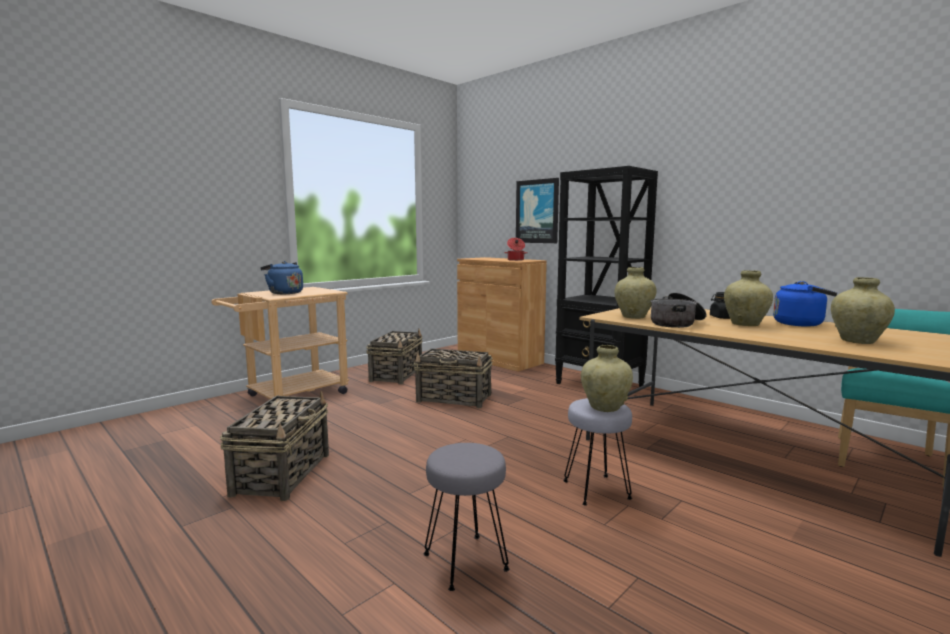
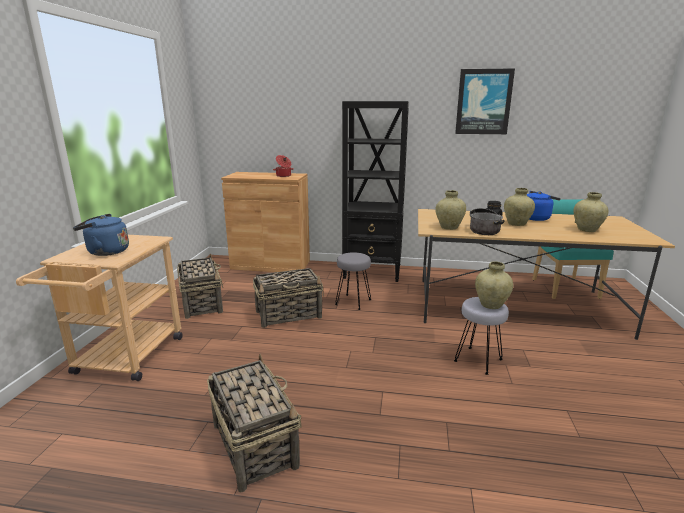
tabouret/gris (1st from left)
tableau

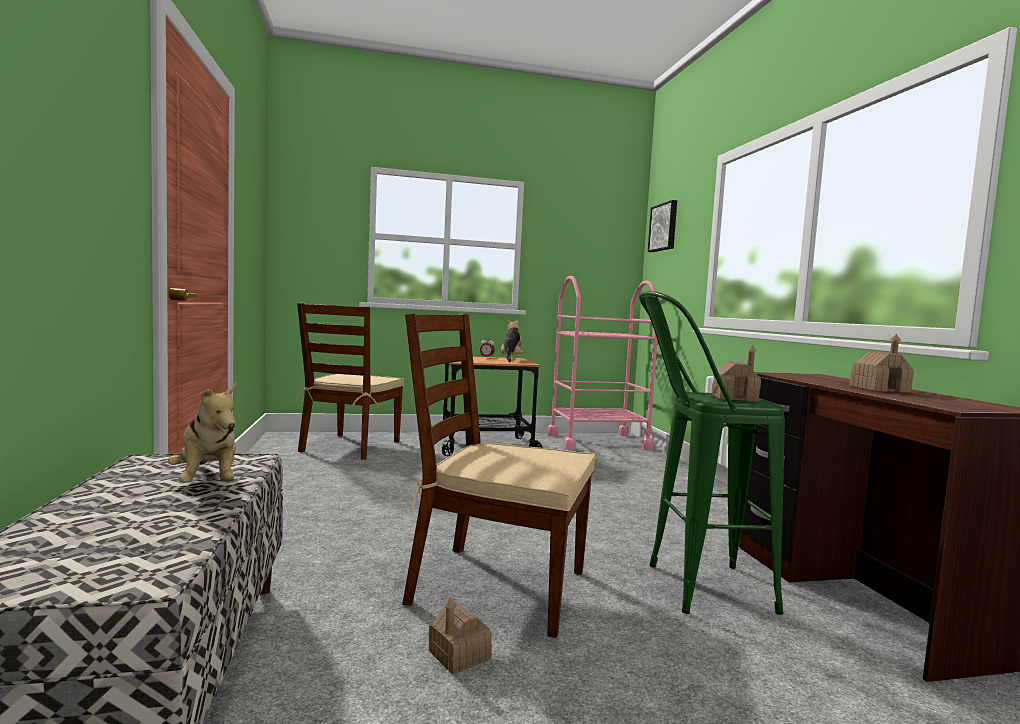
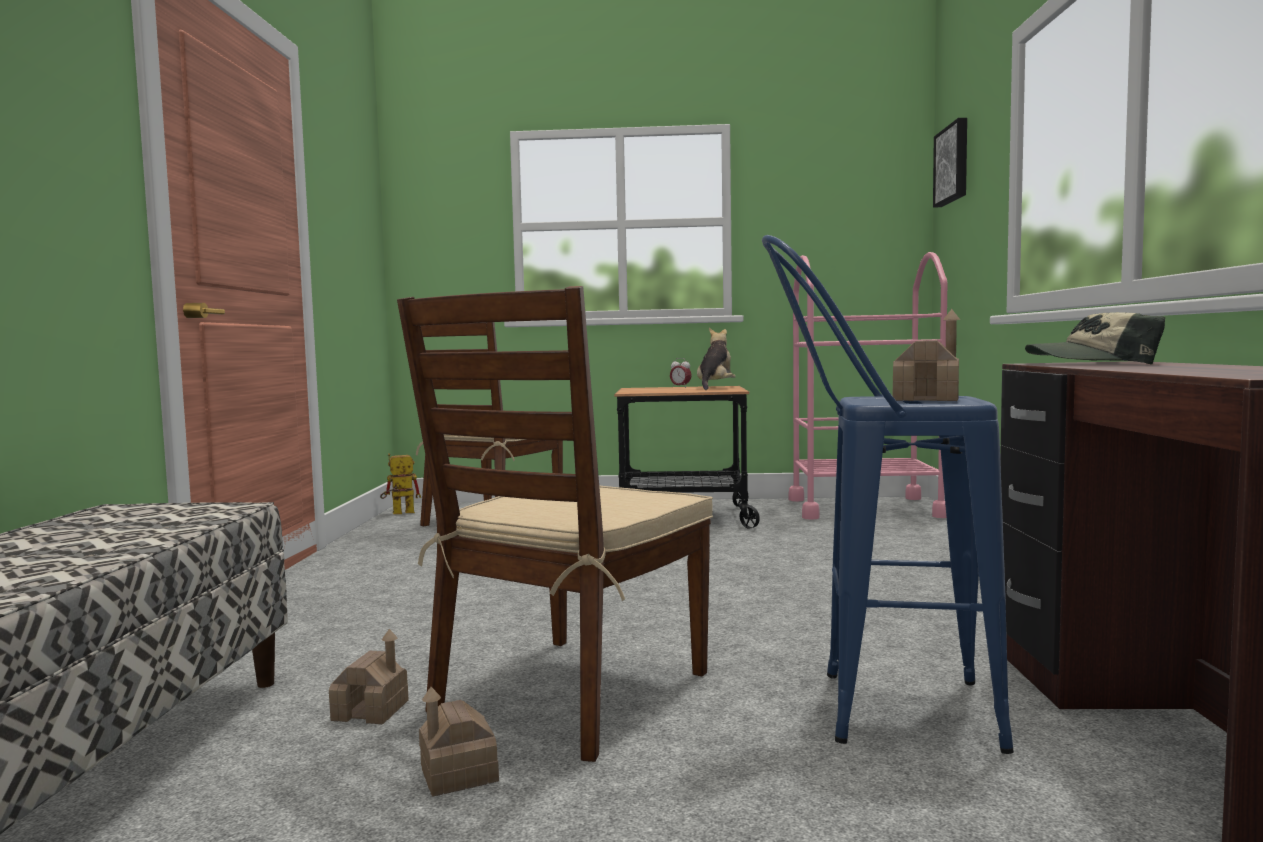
peluche (1st from left in the first image)
robot jouet
casquette
maison miniature (1st from left)
tabouret/bleu
chaise/marron (2nd from left)

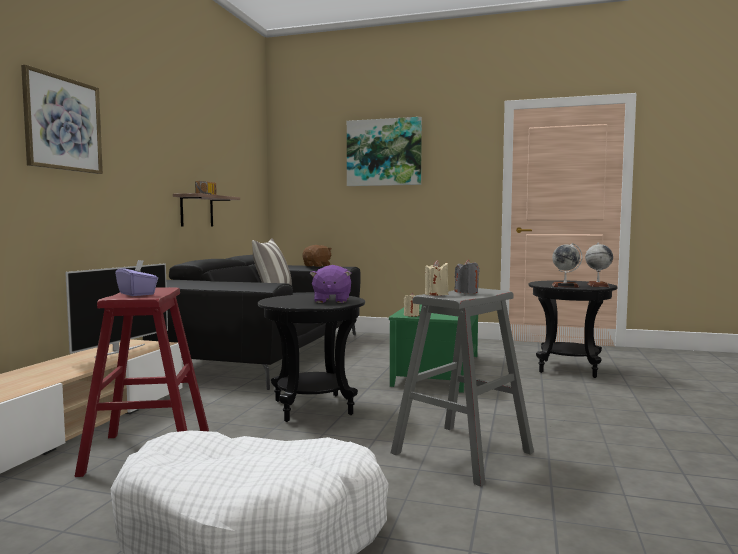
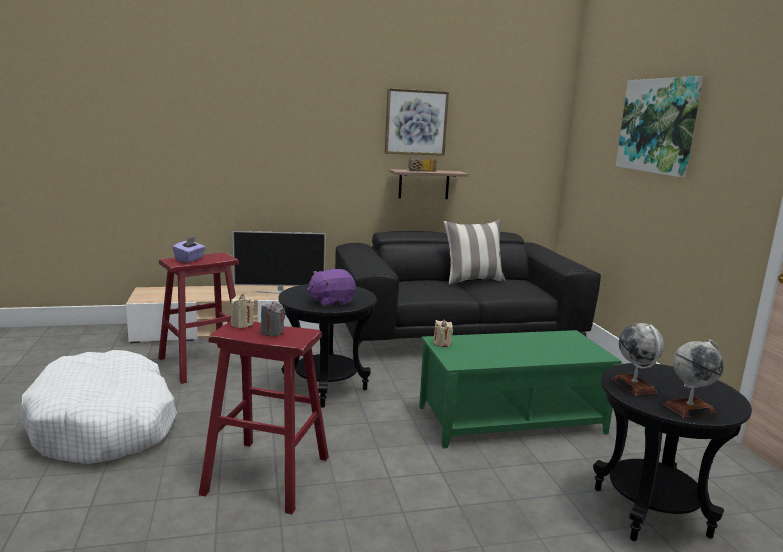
peluche/marron
tableau (1st from left)
tabouret/rouge (2nd from left)

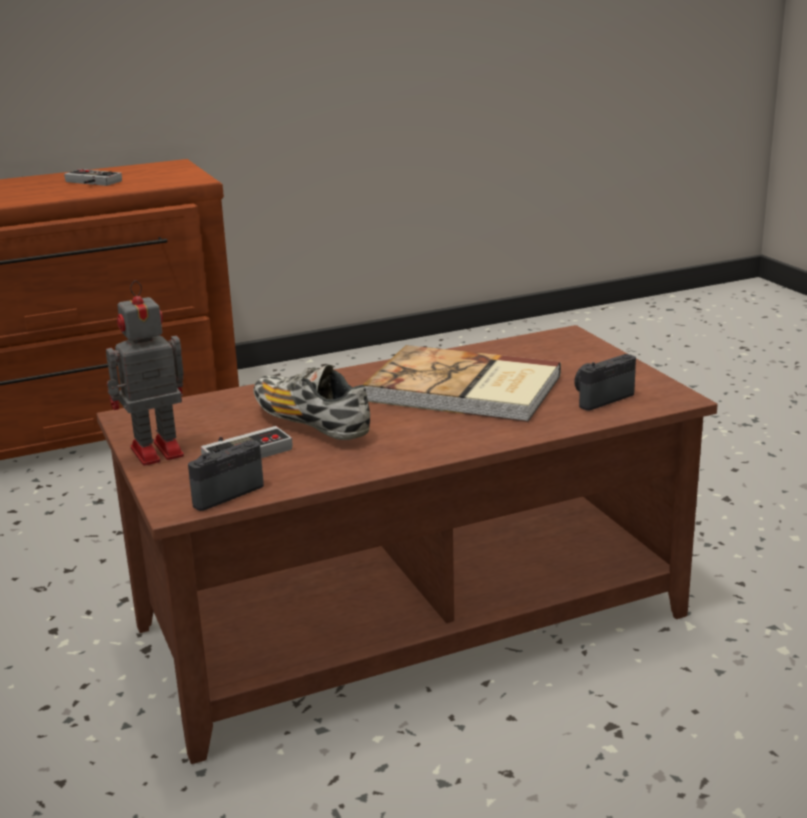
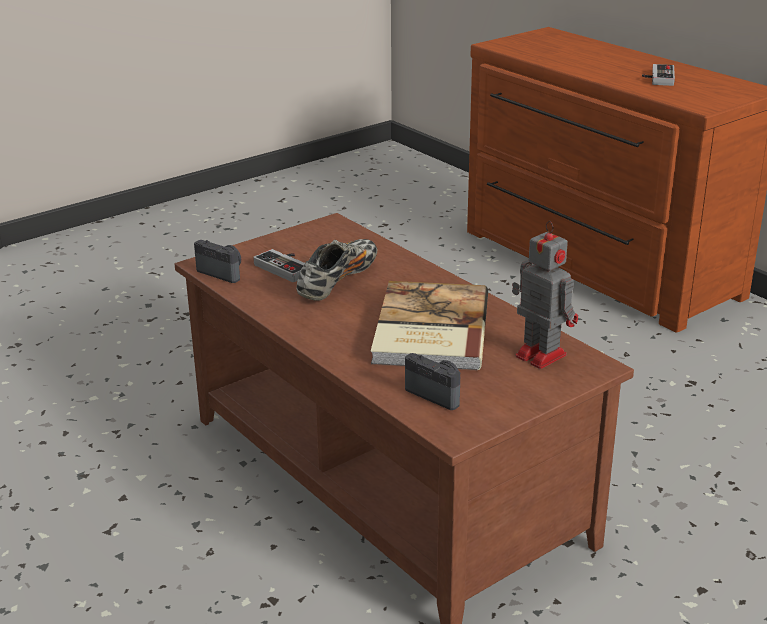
robot jouet

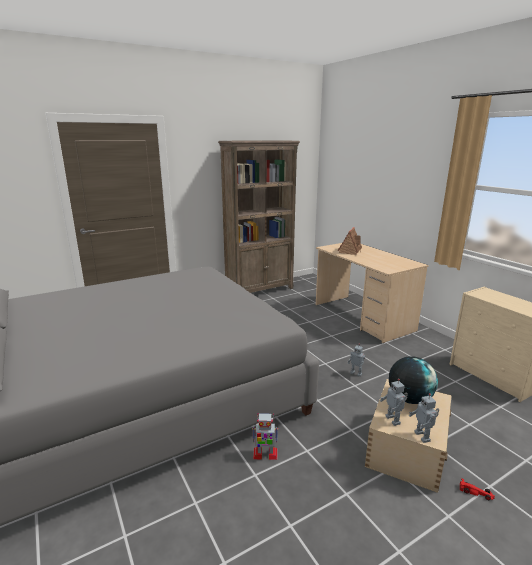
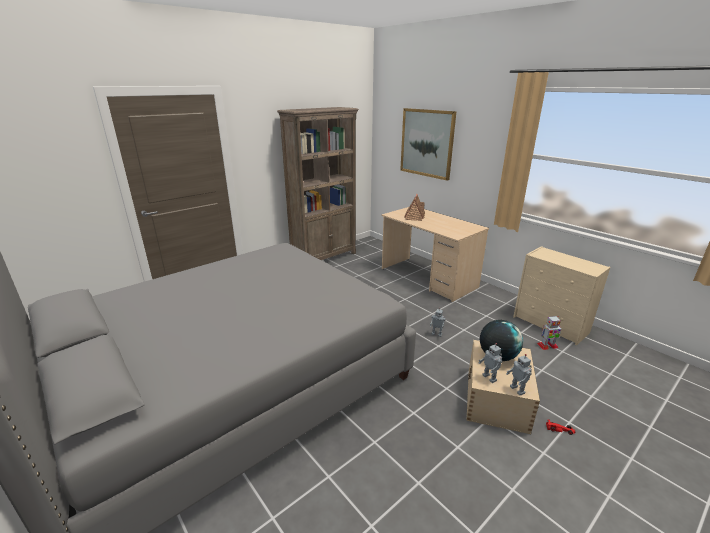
tableau
robot jouet (4th from left)

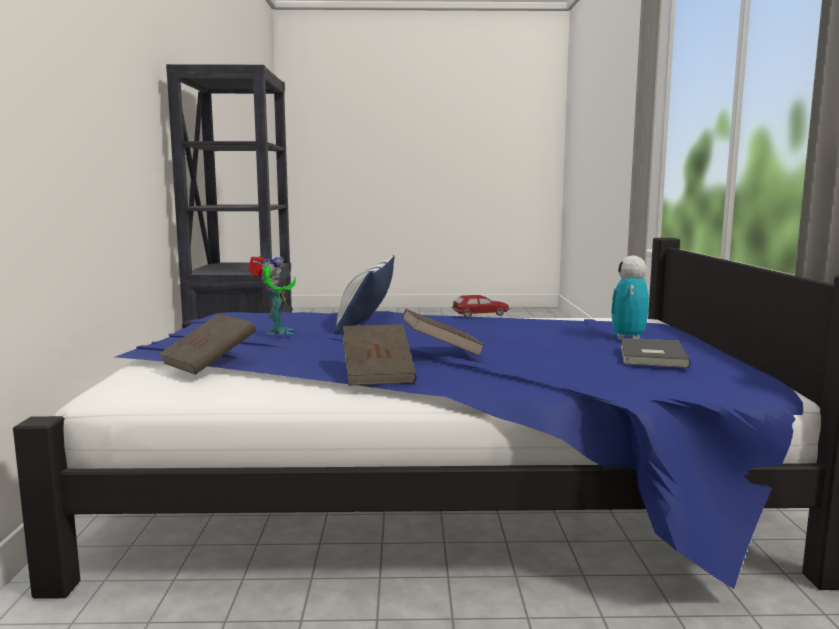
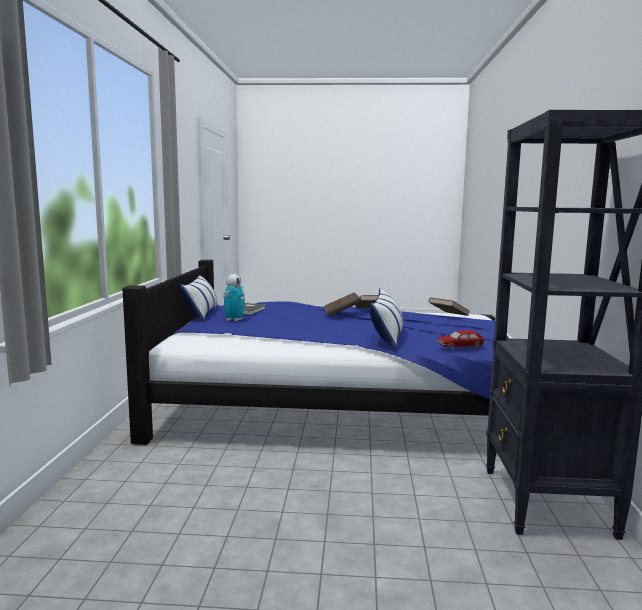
robot jouet (1st from left in the first image)
coussin (1st from left)
petite voiture

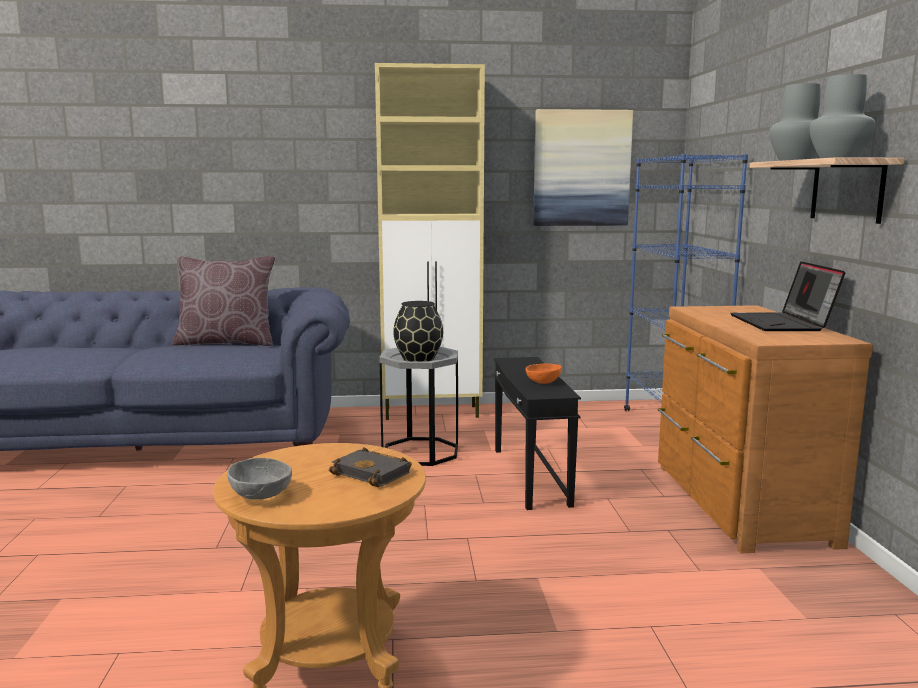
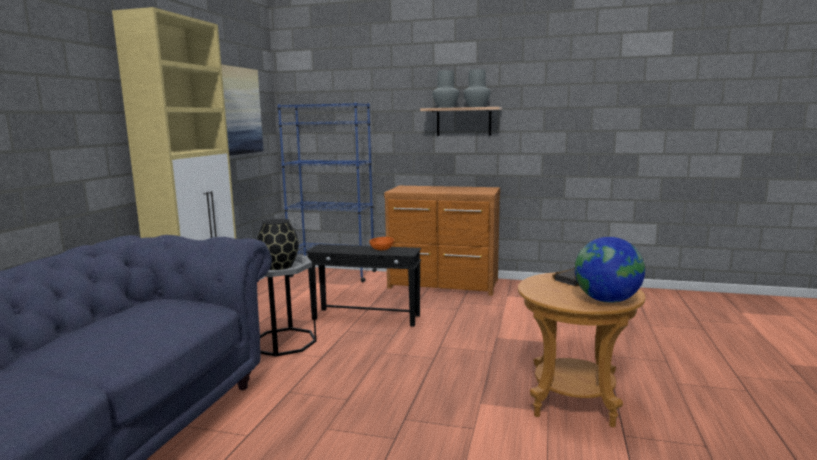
coussin/marron
ordinateur portable
globe

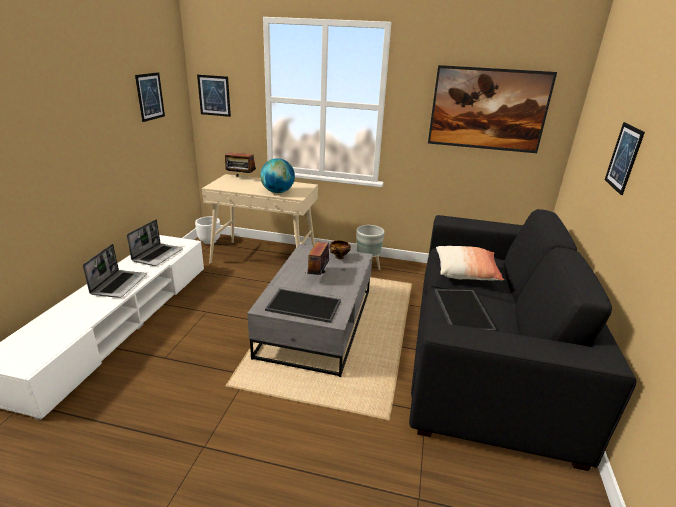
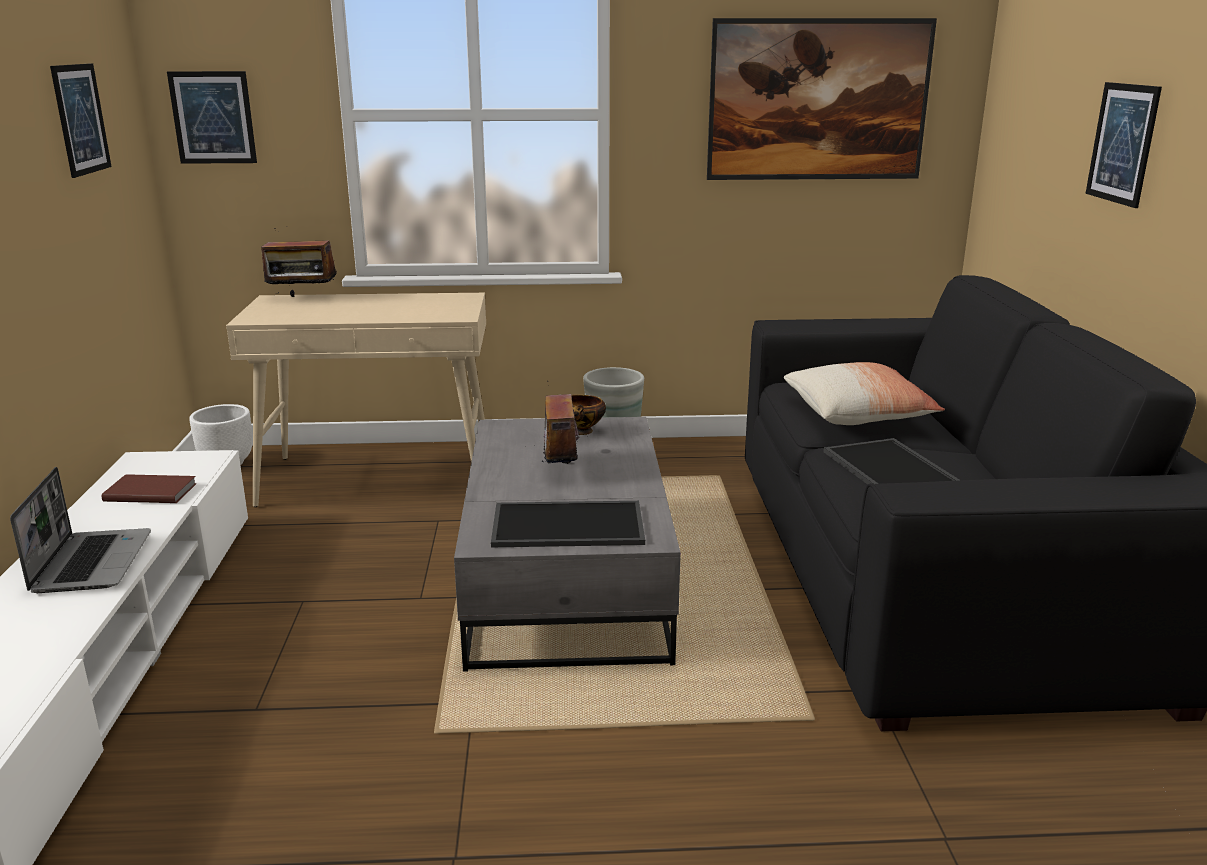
globe
livre/marron

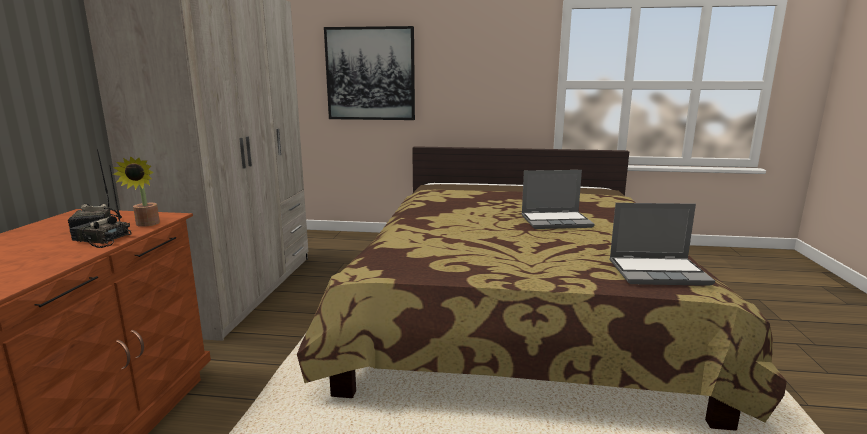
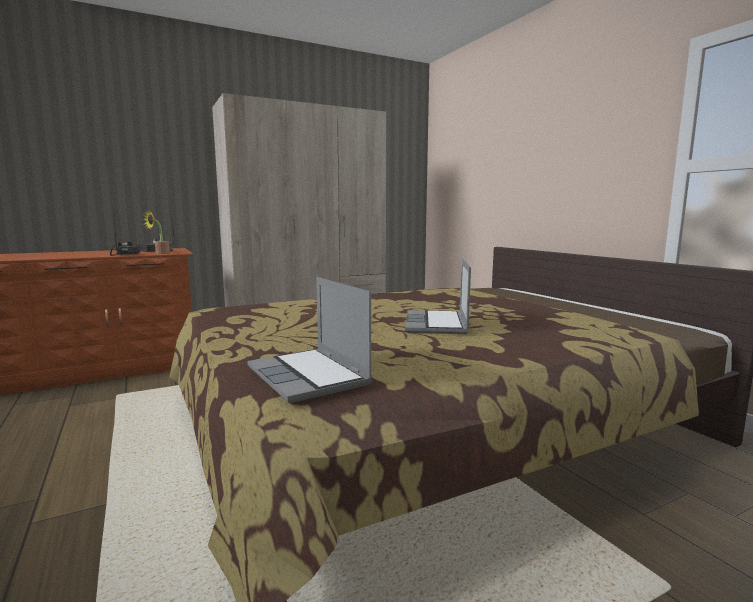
tableau
ordinateur portable (2nd from left)

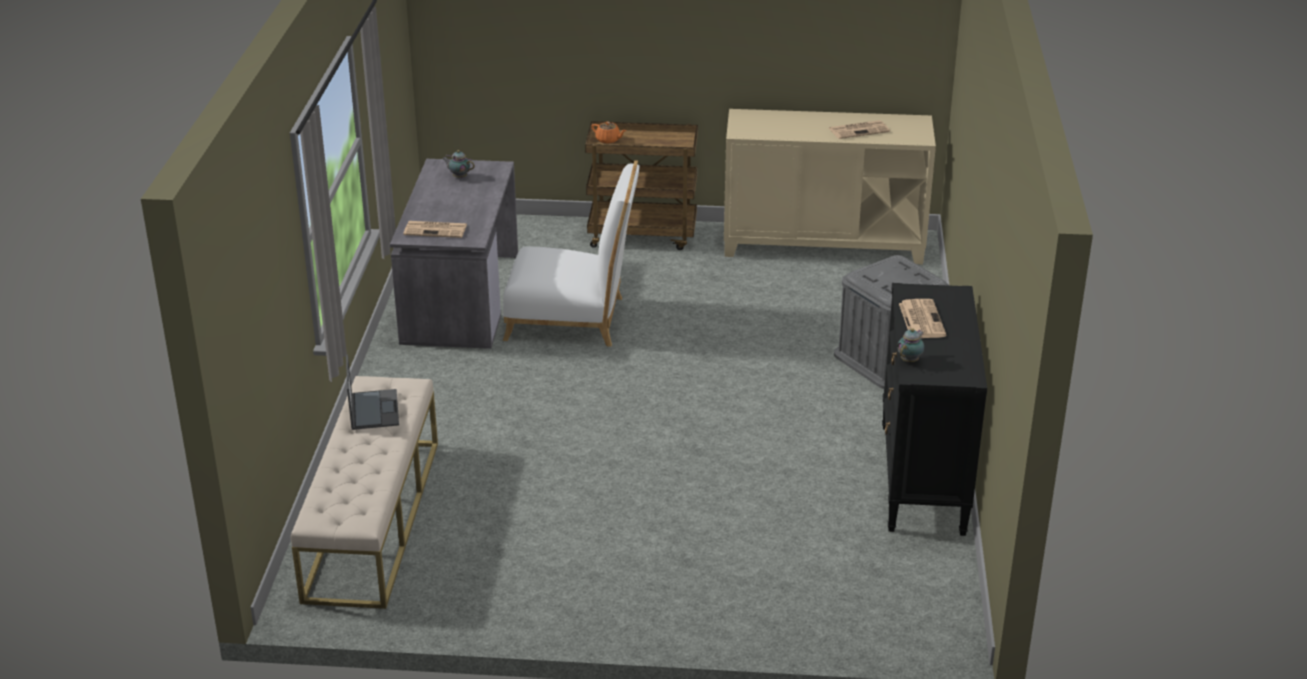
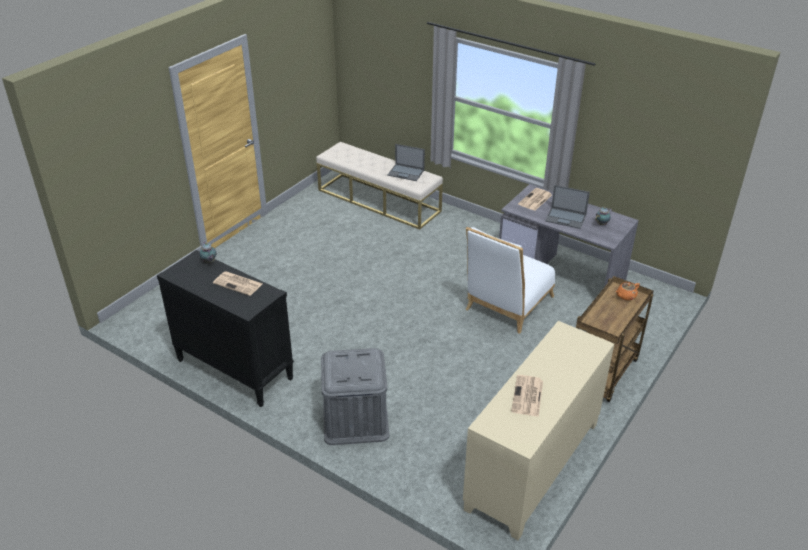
ordinateur portable (2nd from left)

